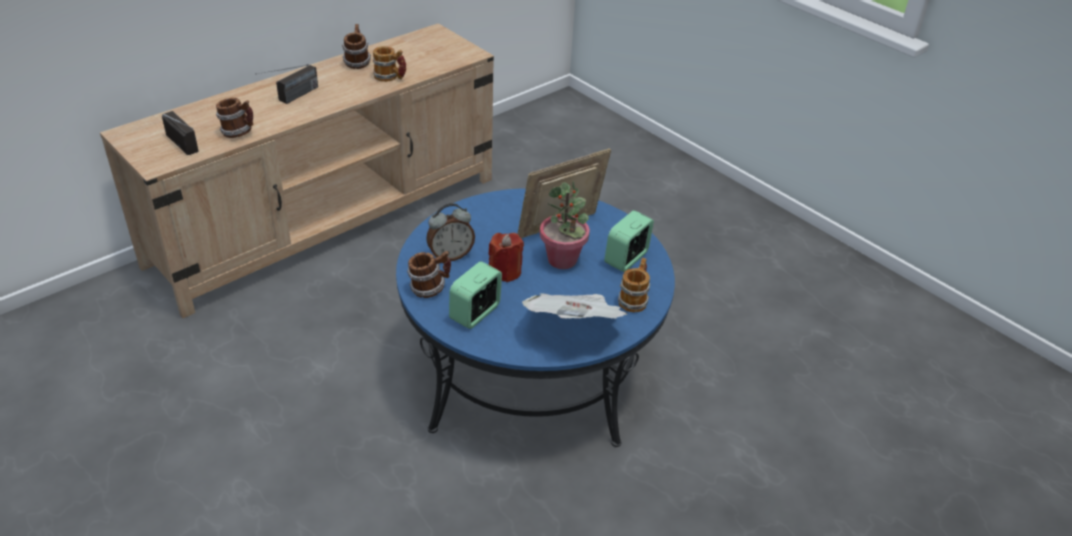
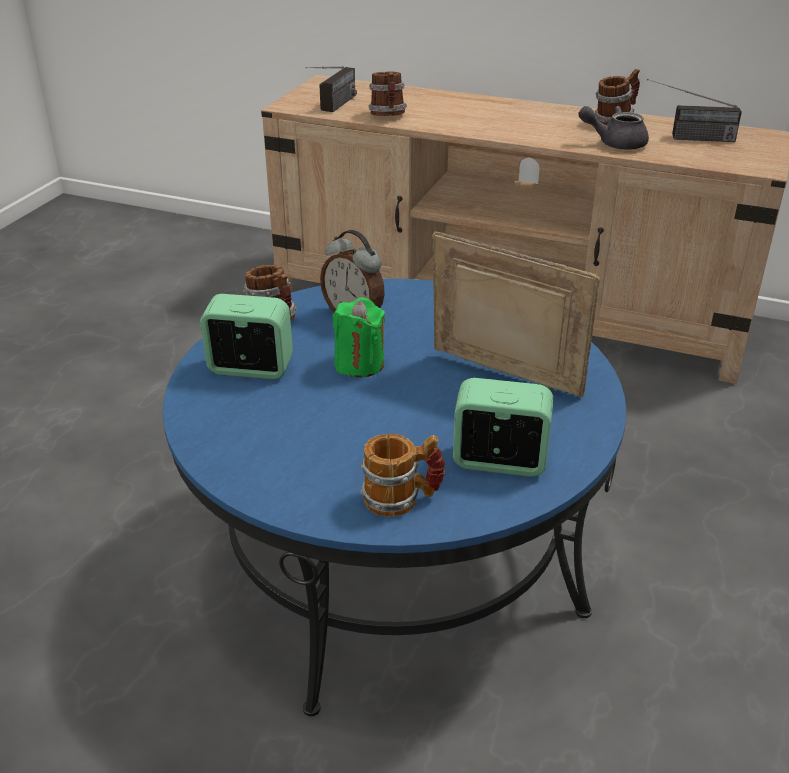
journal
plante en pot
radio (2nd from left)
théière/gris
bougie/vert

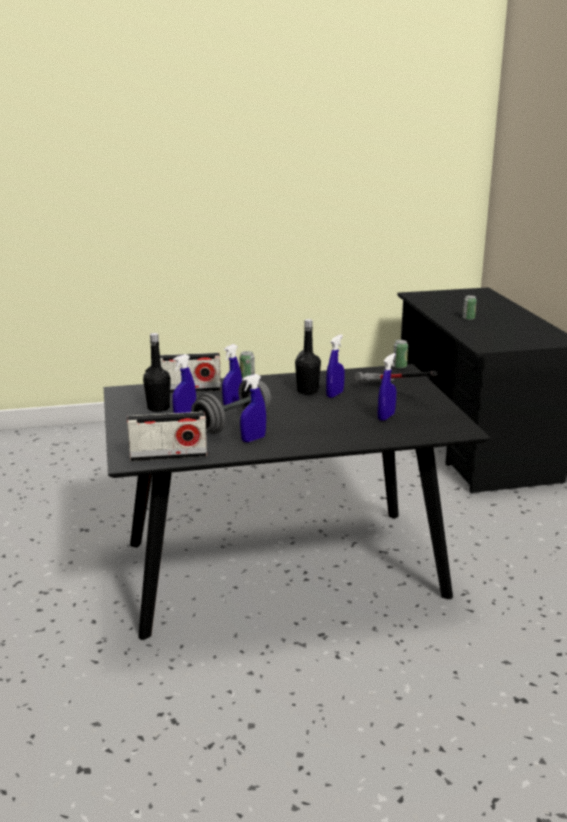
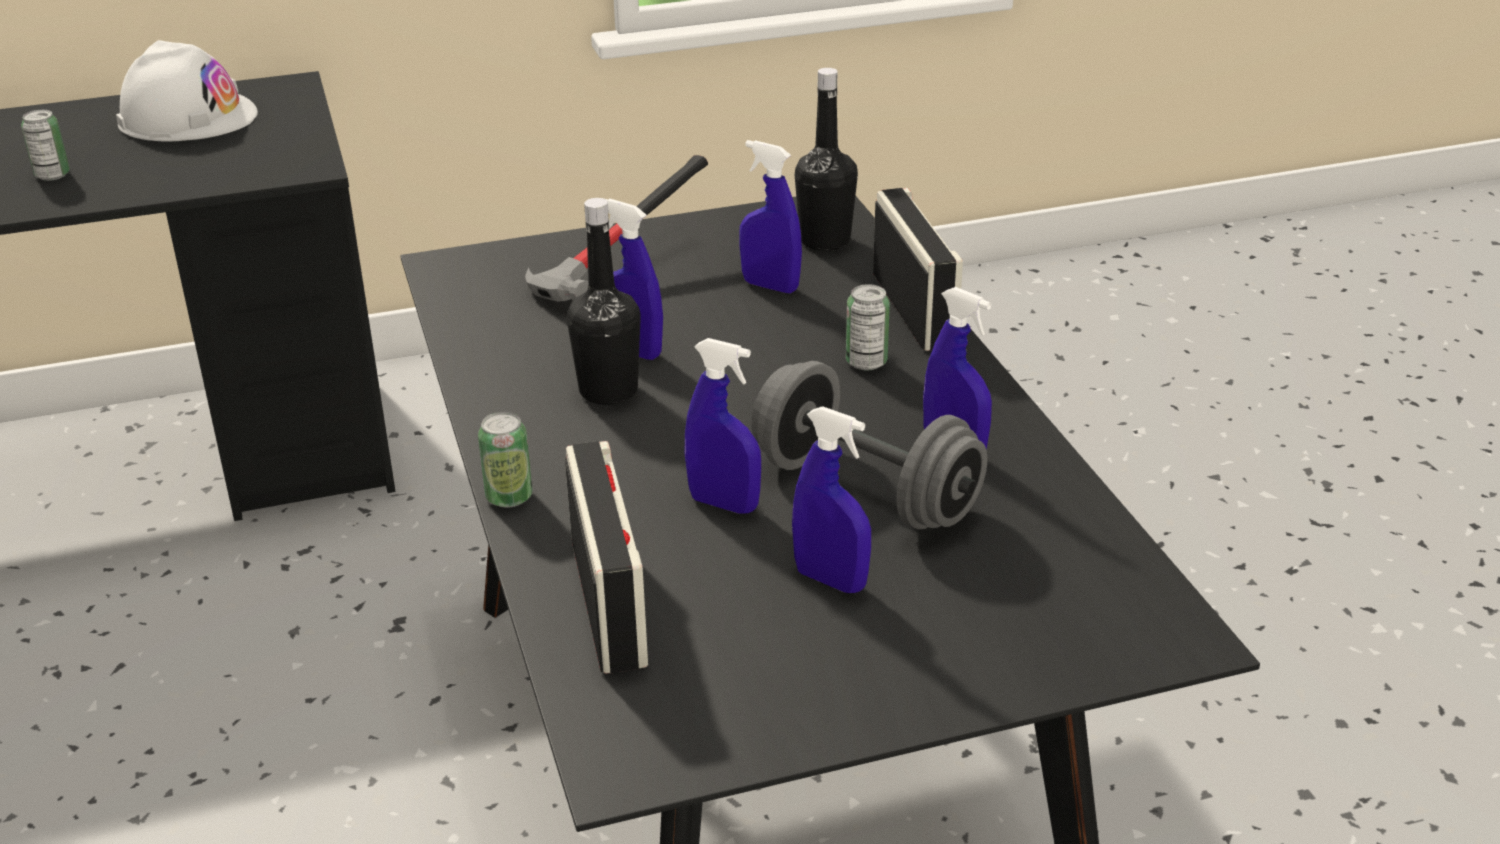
casque de chantier/blanc
radio (2nd from left)
bouteille/noir (2nd from left)
boîte métallique (3rd from left)

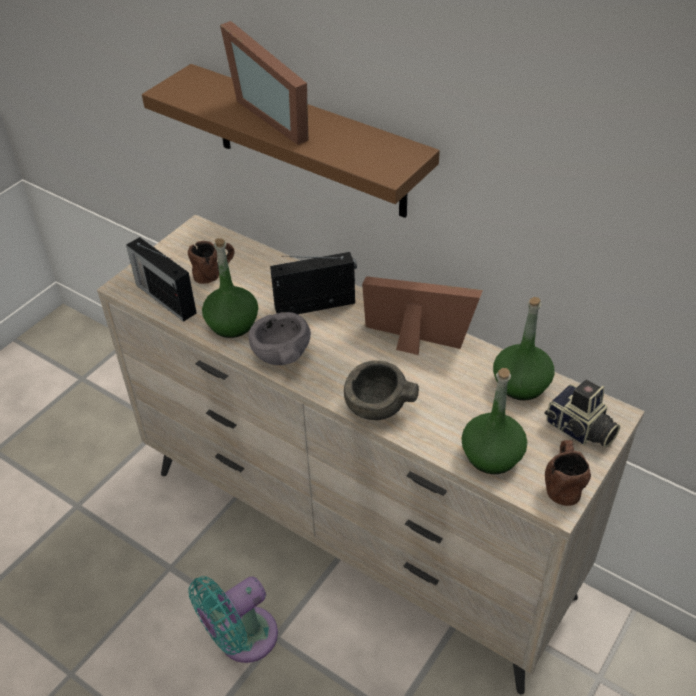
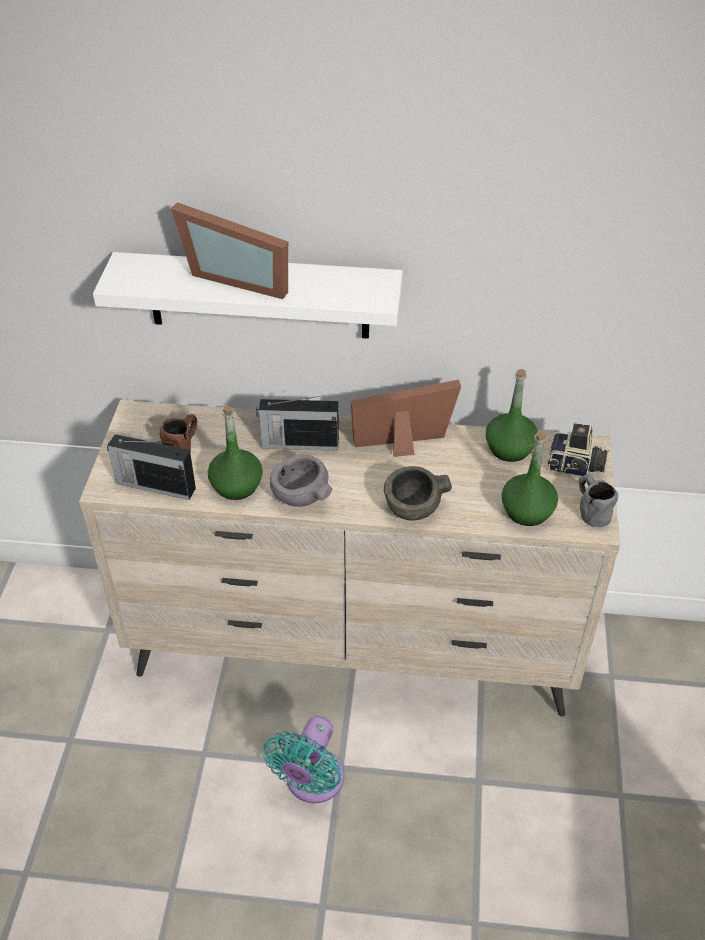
étagère/blanc
mug/gris
radio (2nd from left)

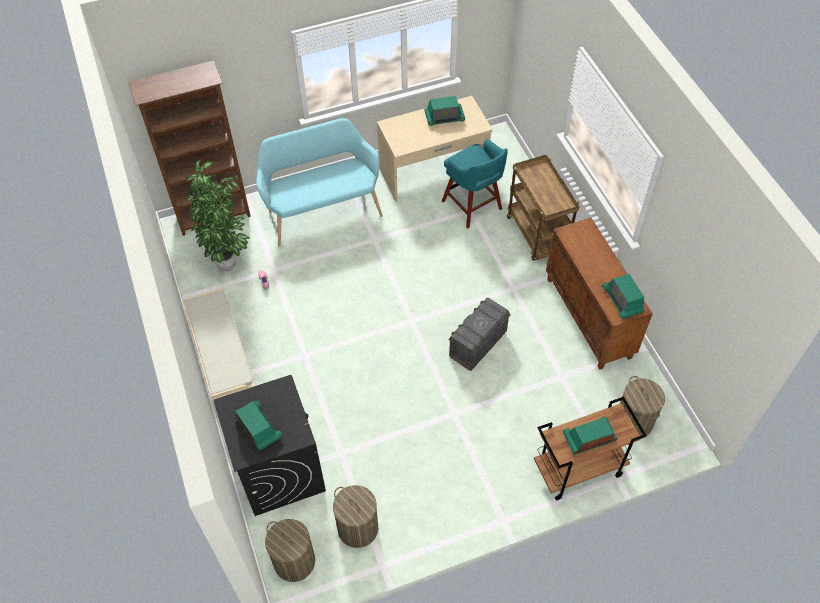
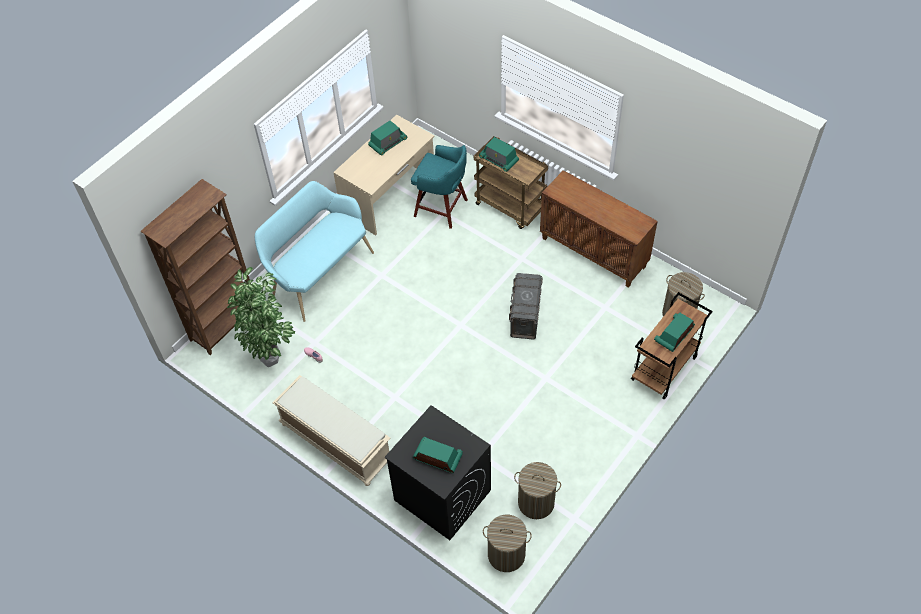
radio (3rd from left)

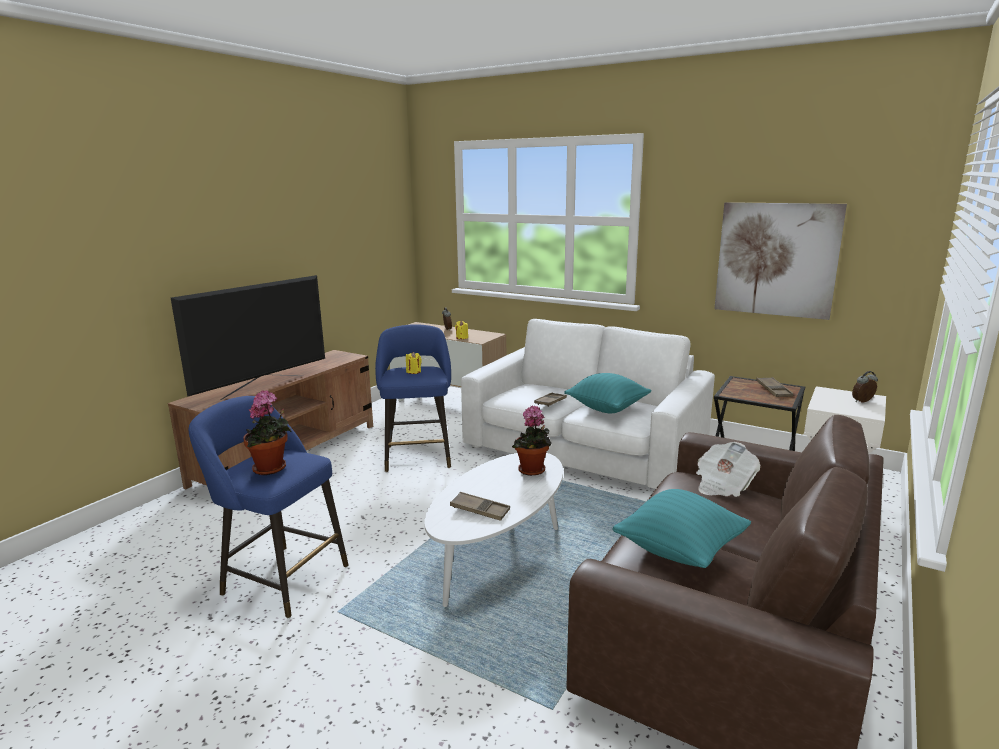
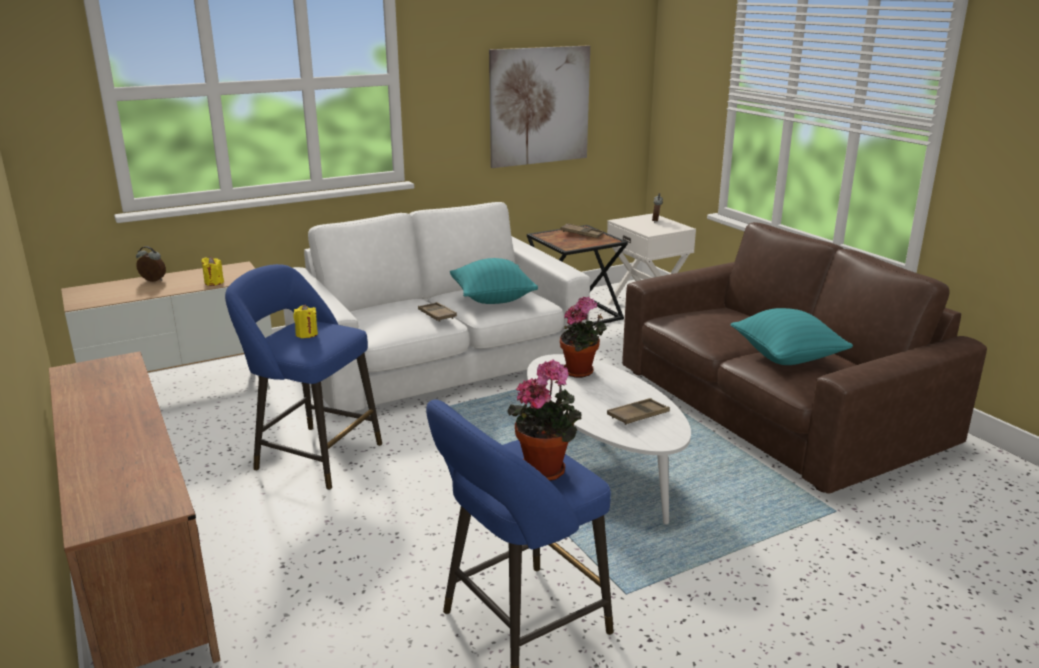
téléviseur
journal

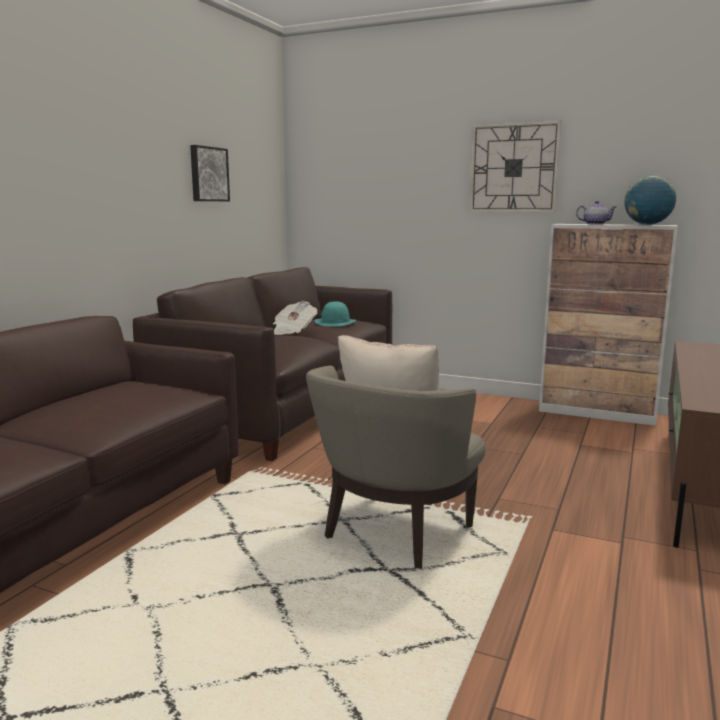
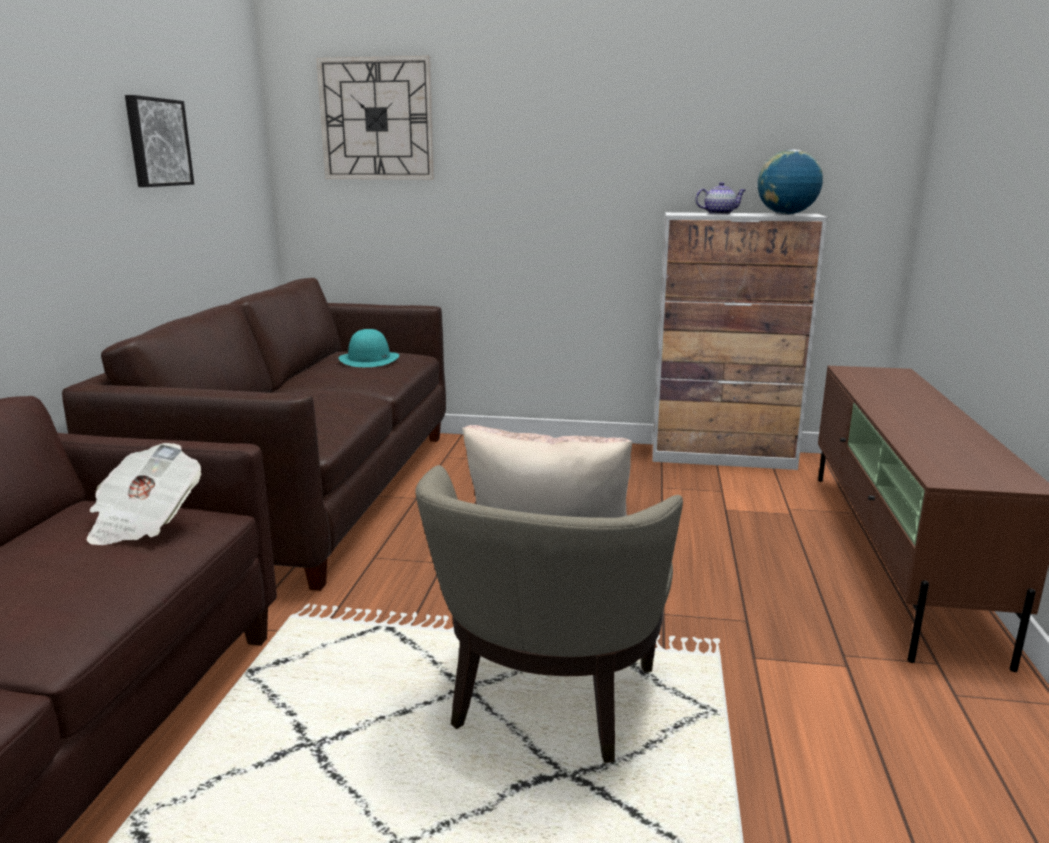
journal
horloge murale

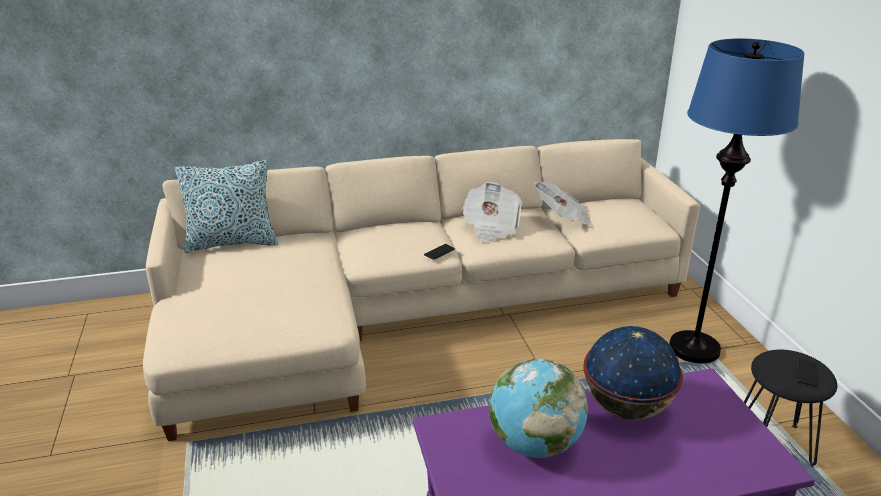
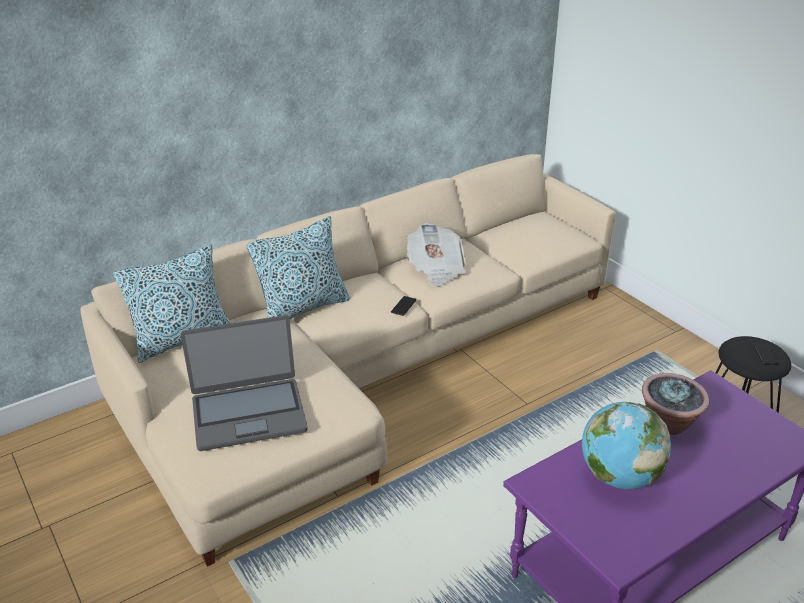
journal (2nd from left in the first image)
lampadaire/bleu
ordinateur portable
coussin (2nd from left)
plante en pot

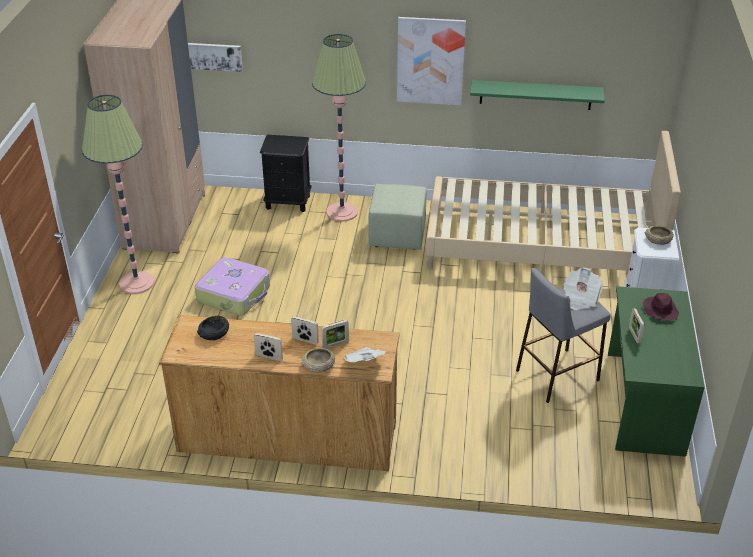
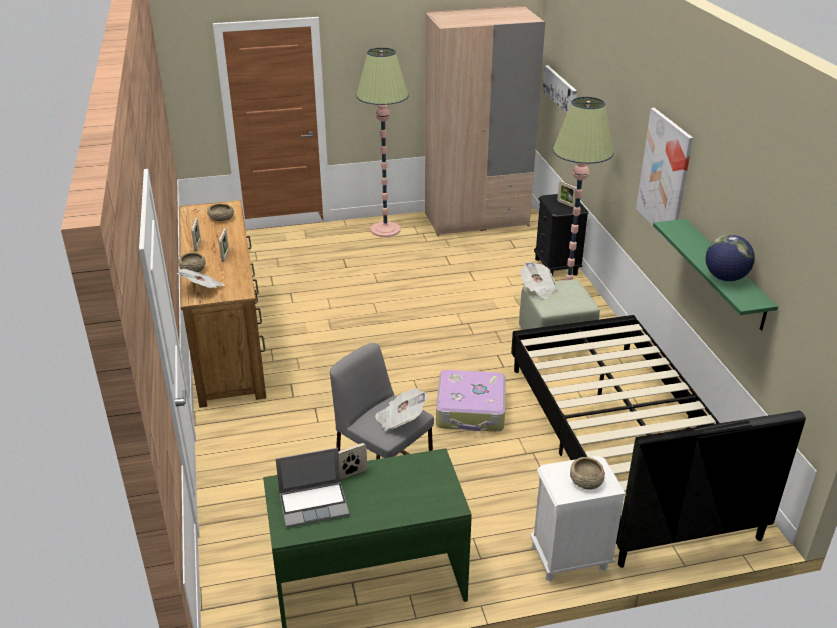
chapeau/violet
ordinateur portable
journal (3rd from left)
globe
valise
cadre photo (4th from left)
bol/beige (2nd from left)
lit/noir

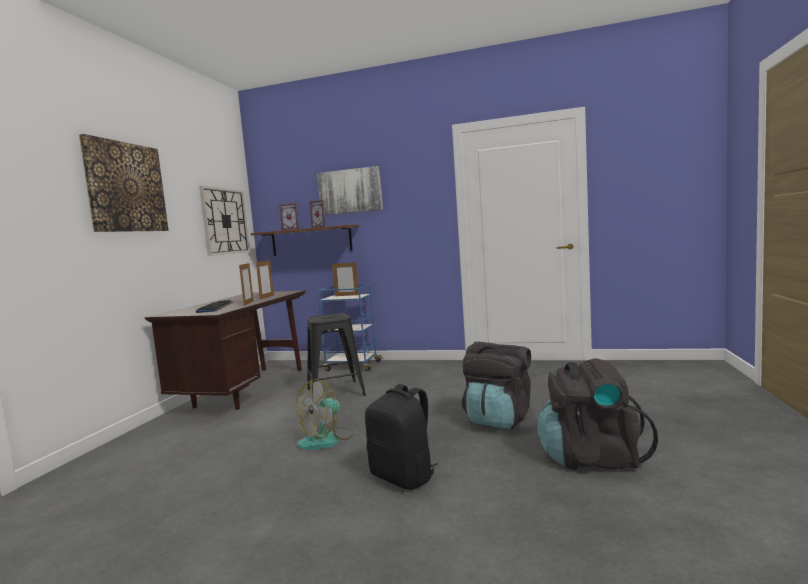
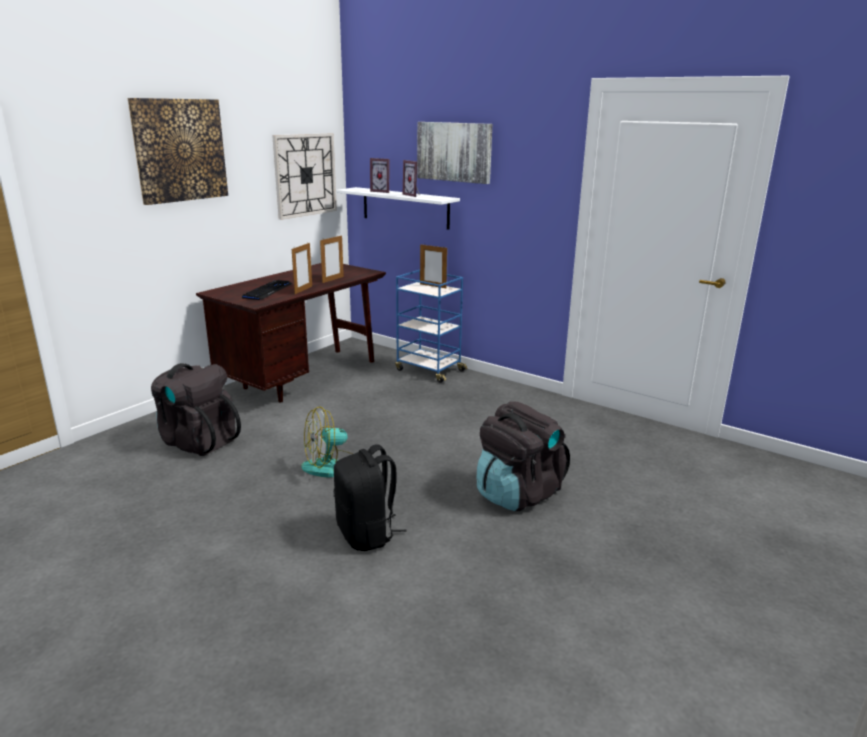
tabouret/noir
sac à dos/noir (1st from left)
étagère/blanc

